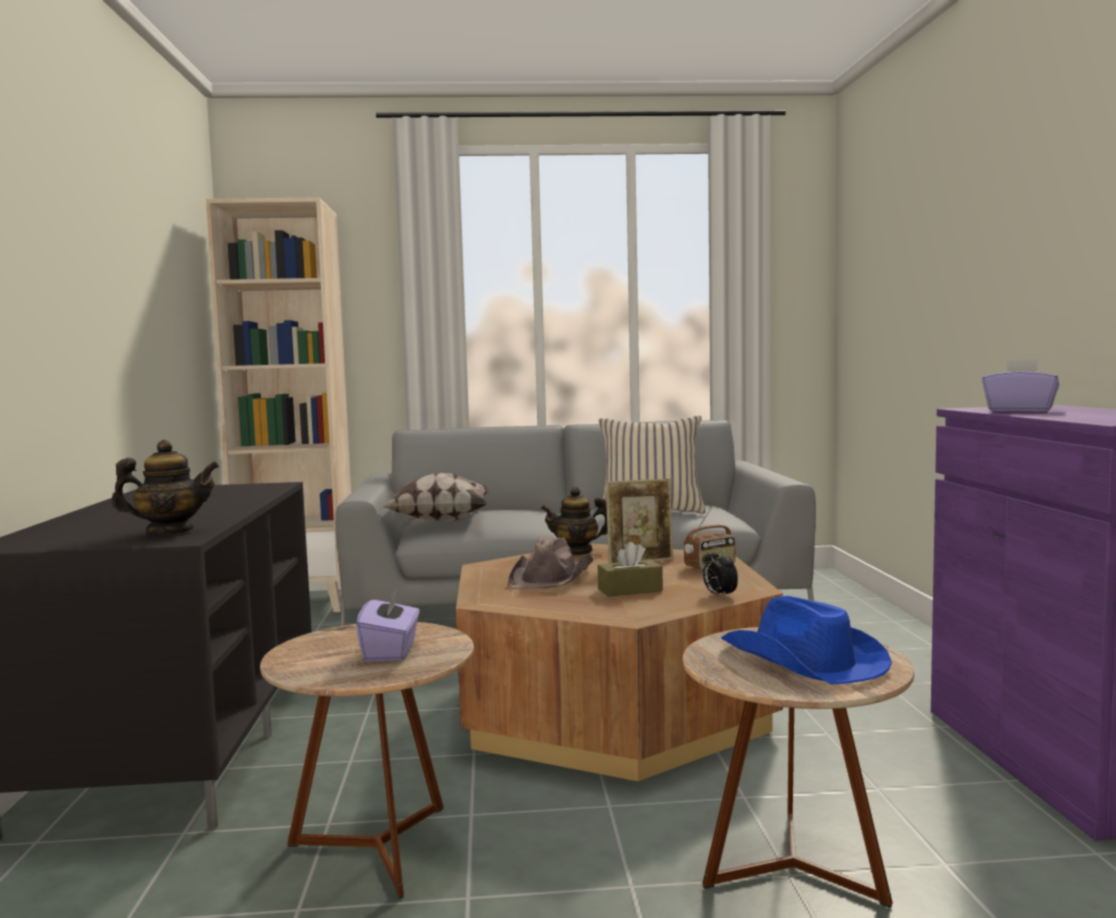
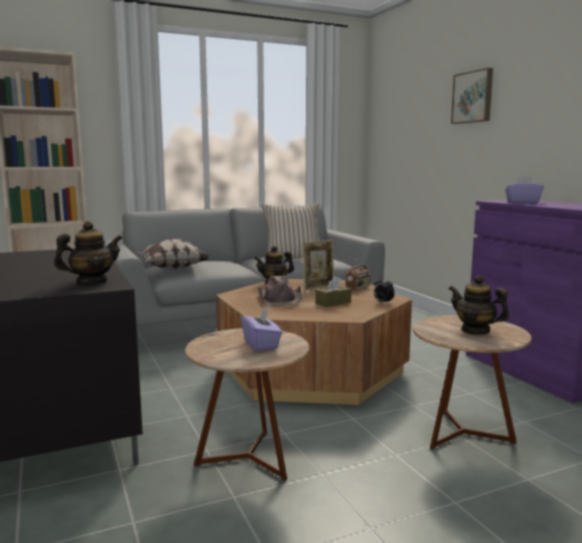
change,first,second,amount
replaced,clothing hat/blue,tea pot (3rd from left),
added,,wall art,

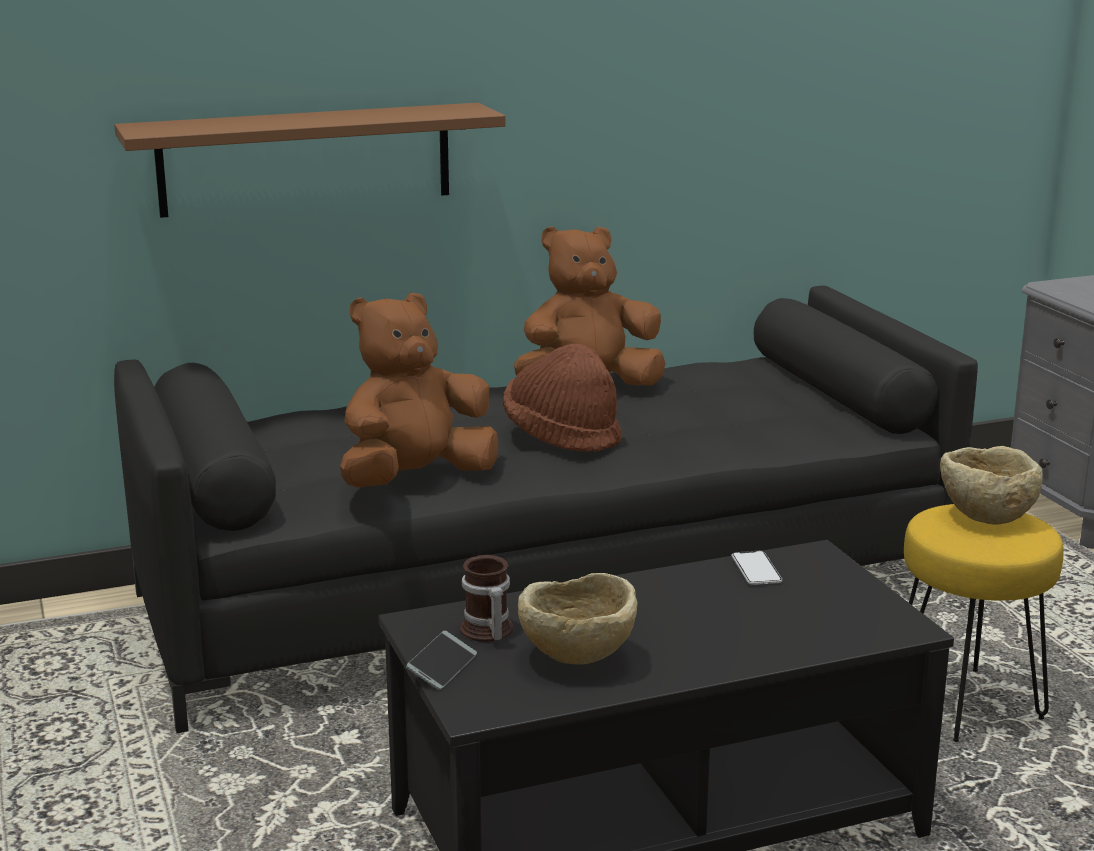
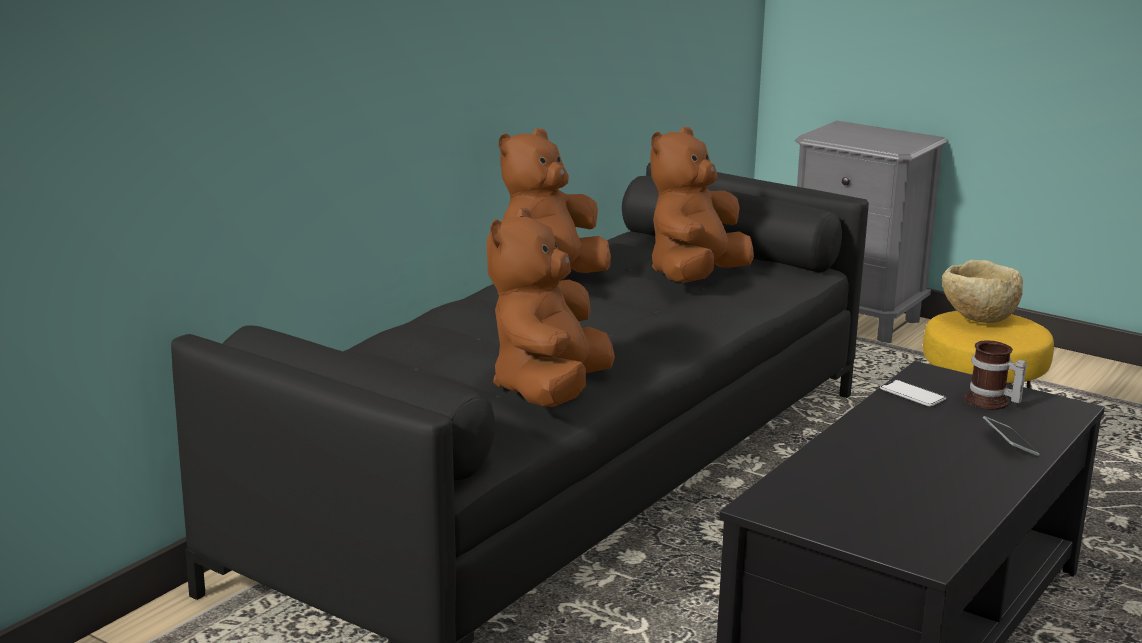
change,first,second,amount
added,,plush toy/brown (3rd from left),
moved,coffee mug,,
moved,phone (1st from left in the first image),phone (2nd from left),
removed,shelf/brown,,
removed,clothing hat/brown,,
removed,deep dish/sand-coloured (1st from left),,

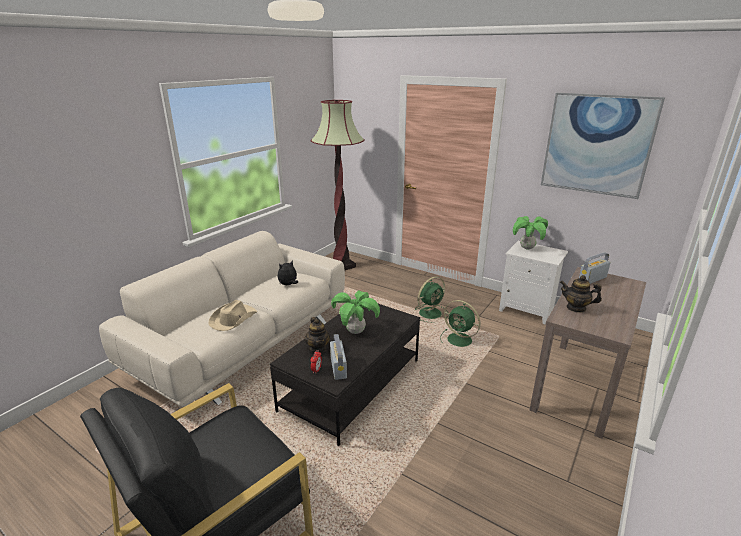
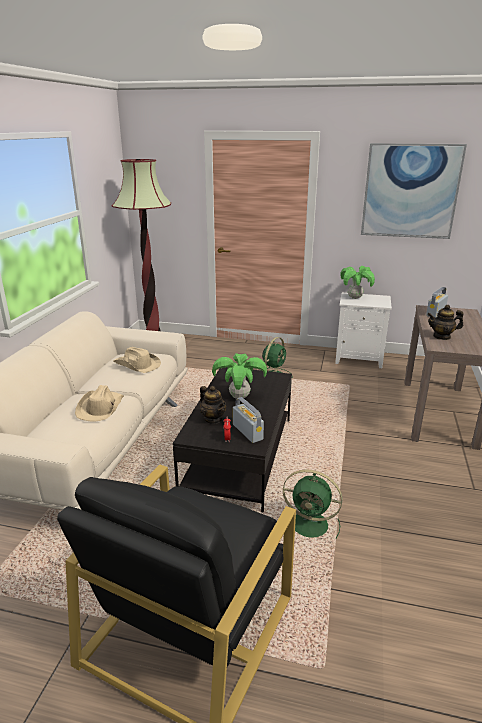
change,first,second,amount
replaced,plush toy,clothing hat/sand-coloured (2nd from left),
moved,fan/greenish (2nd from left),,

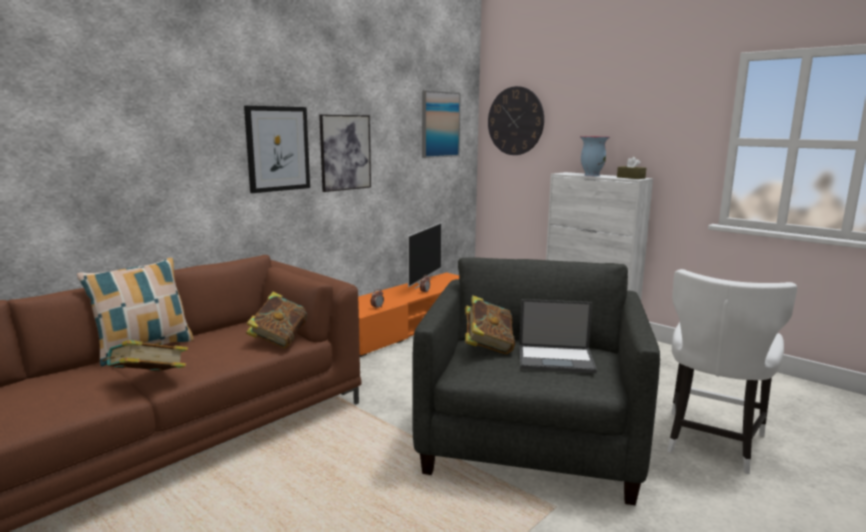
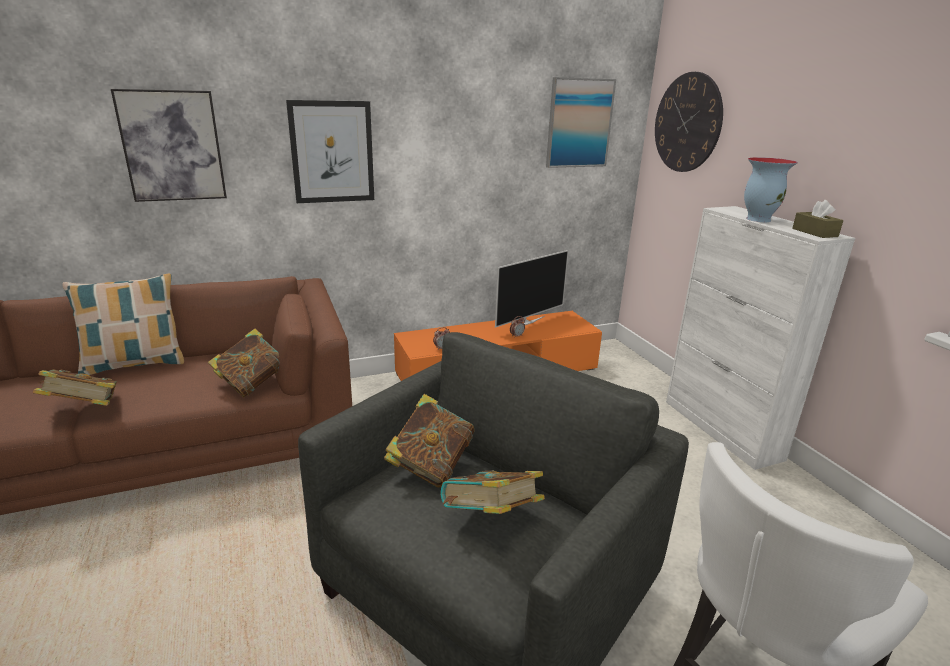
change,first,second,amount
moved,wall art (2nd from left in the first image),wall art (1st from left),
replaced,notebook computer,bound book (4th from left),

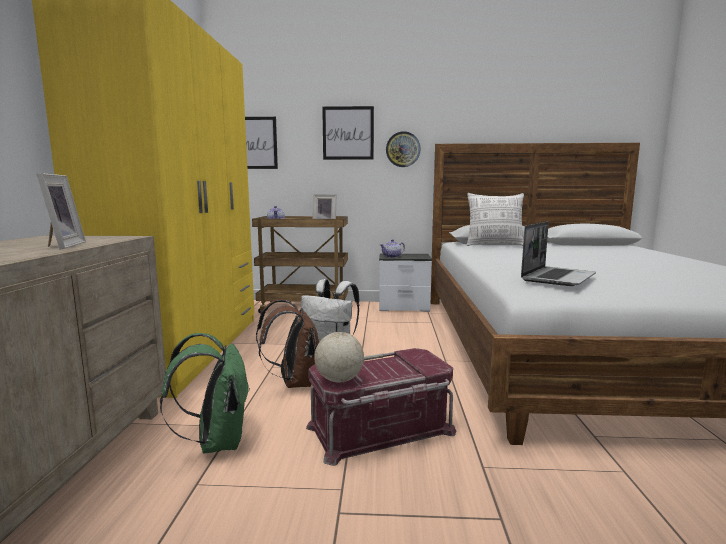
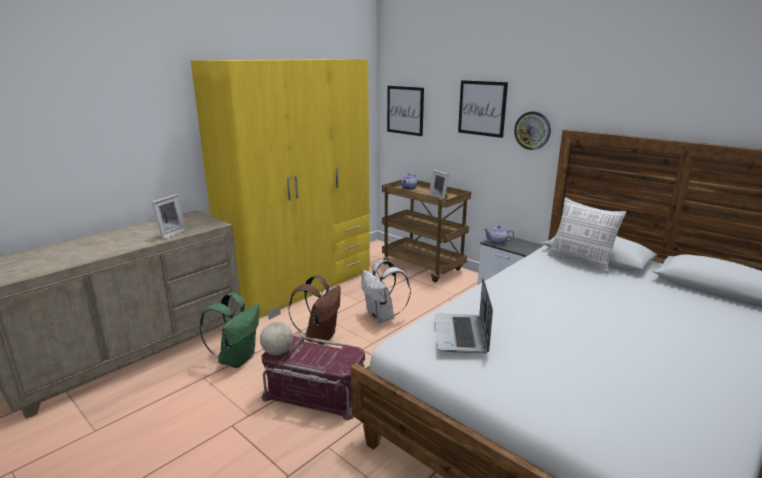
change,first,second,amount
turned,notebook computer,,105 degrees clockwise

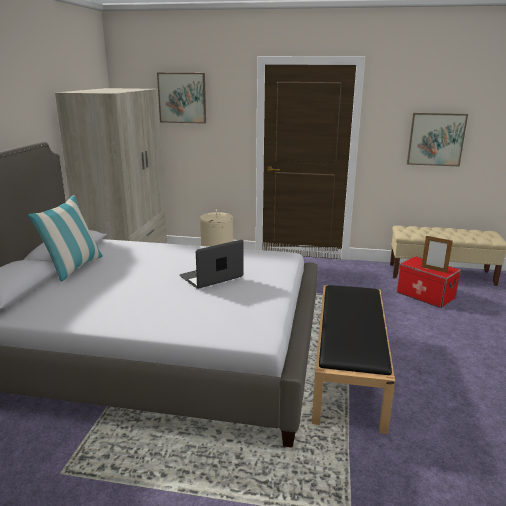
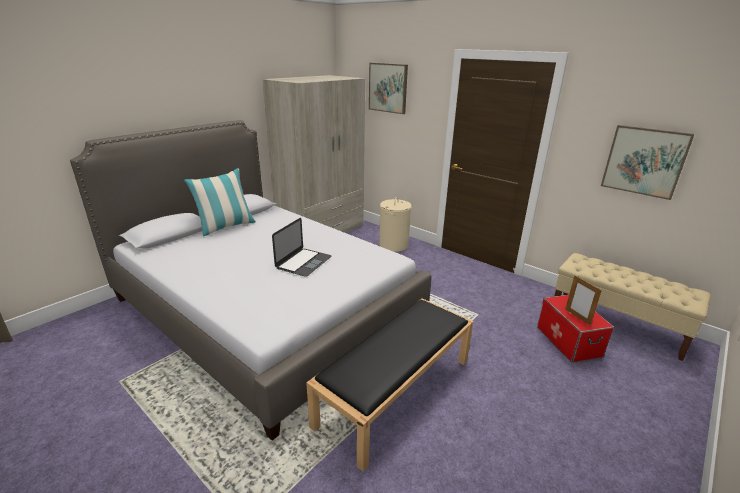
change,first,second,amount
turned,notebook computer,,120 degrees clockwise

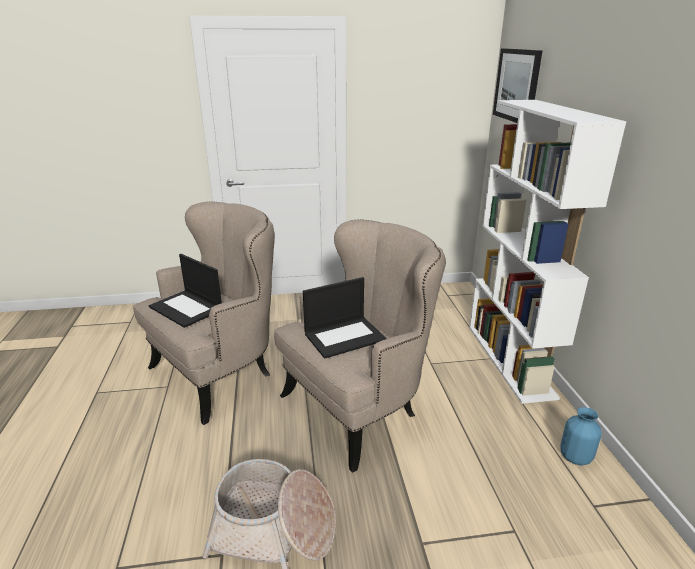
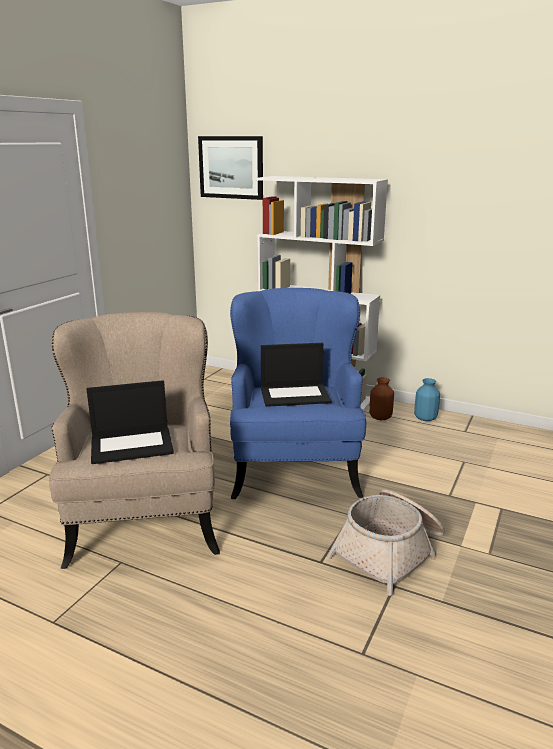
change,first,second,amount
recoloured,easy chair/sand-coloured (2nd from left),easy chair/blue,
turned,notebook computer (2nd from left),,75 degrees clockwise
added,,flower vase/brown,

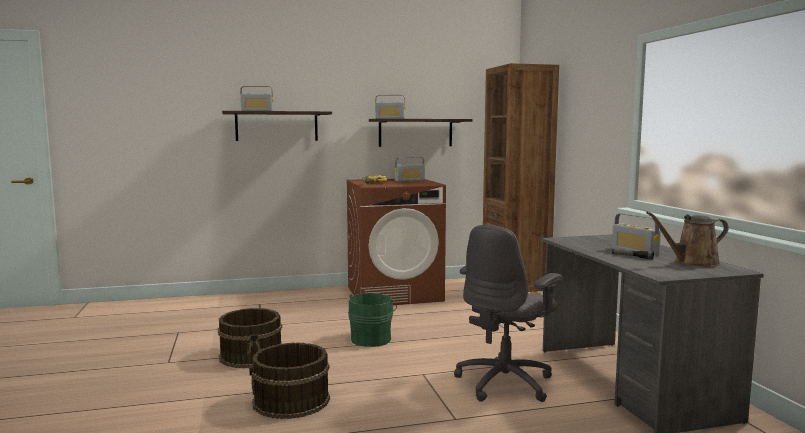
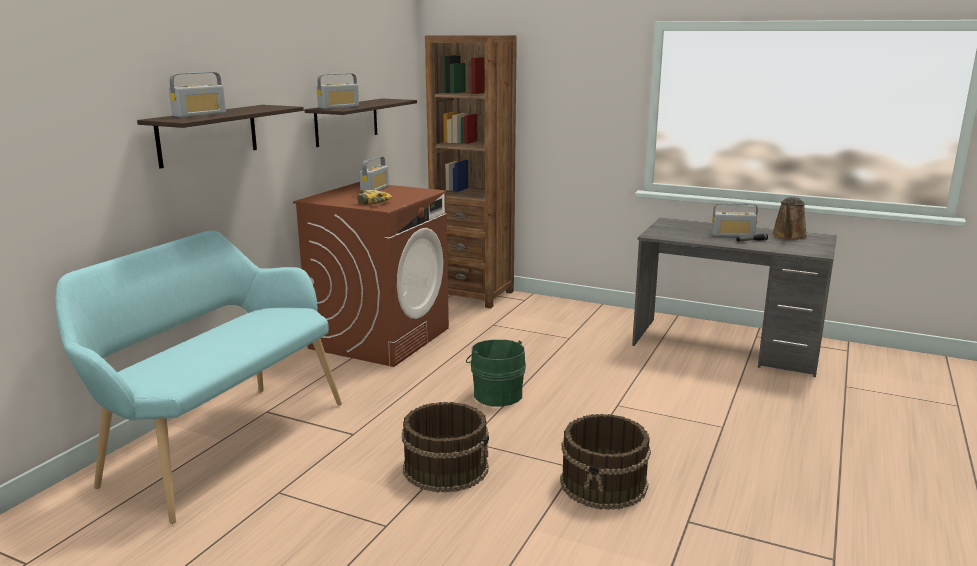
change,first,second,amount
added,,bench/turquoise,
removed,desk chair/gray,,

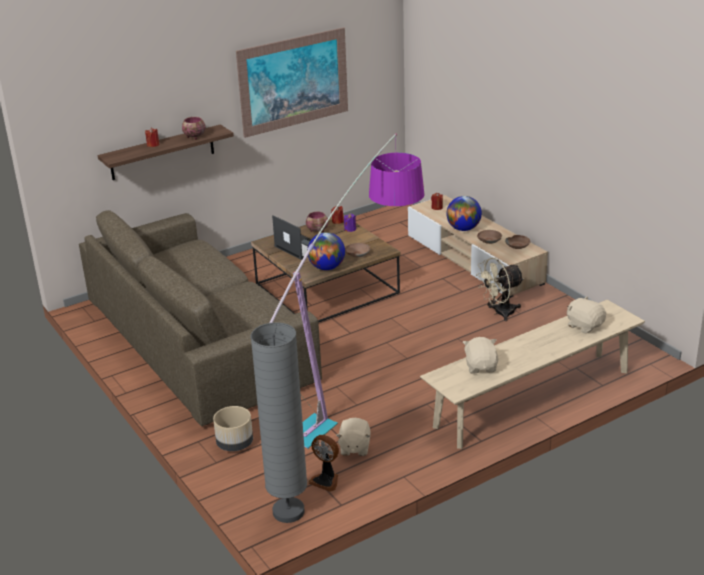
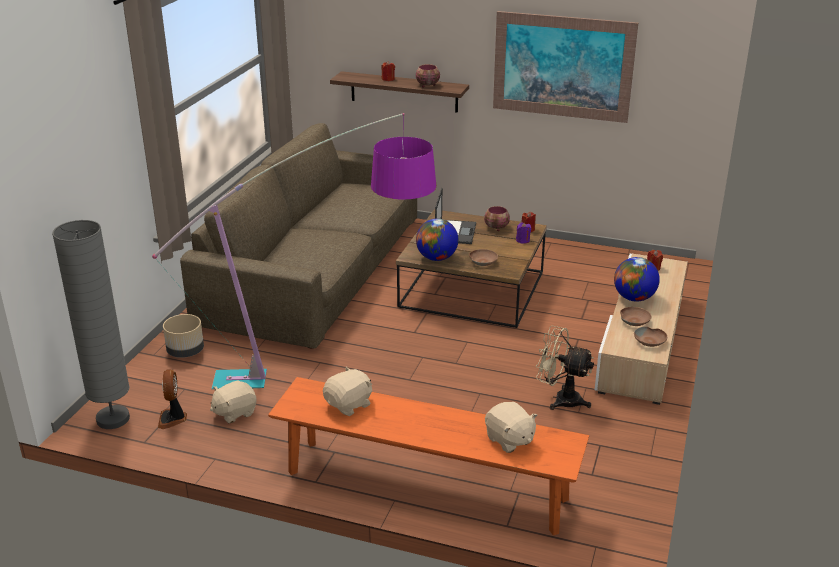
change,first,second,amount
recoloured,bench/sand-coloured,bench/orange,
turned,plush toy/sand-coloured (3rd from left),,135 degrees clockwise

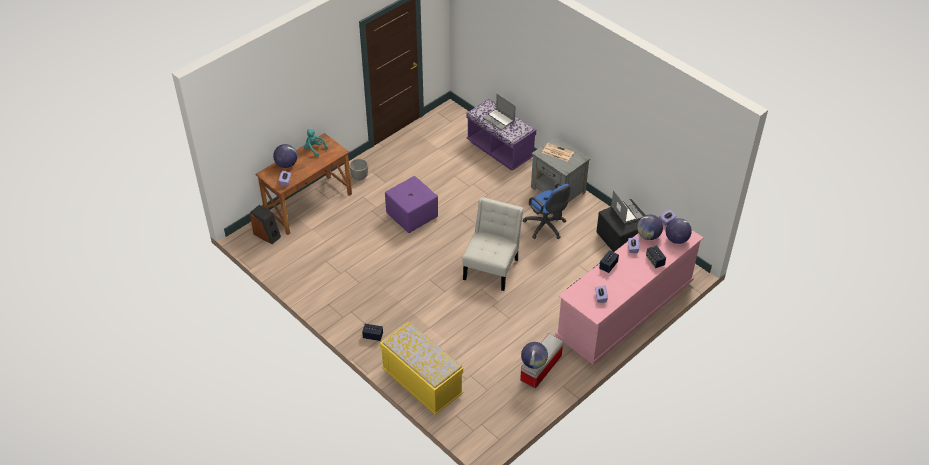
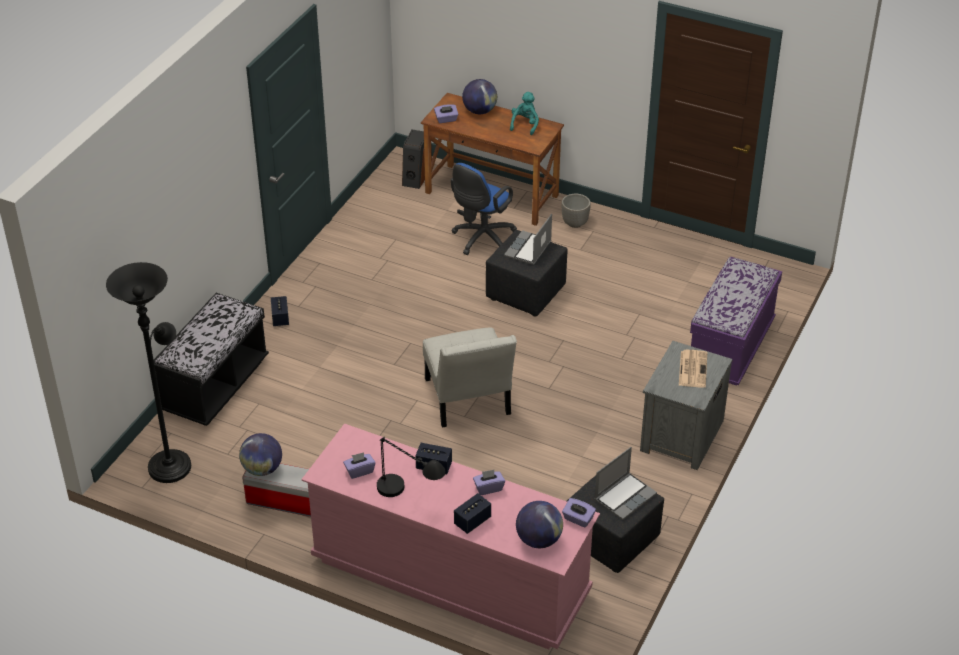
change,first,second,amount
added,,floor lamp/black-coloured,
recoloured,bench/yellowish,bench/black-coloured,
added,,tabletop lamp/black-coloured,
turned,upright chair/white-coloured,,75 degrees clockwise
moved,desk chair/blue,,
recoloured,pouffe/purplish,pouffe/black-coloured (1st from left),
moved,notebook computer (1st from left),,
removed,globe (3rd from left),,

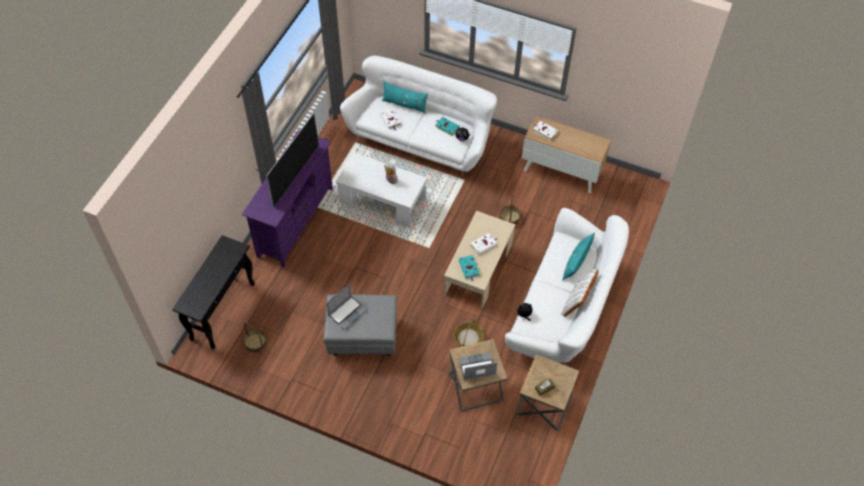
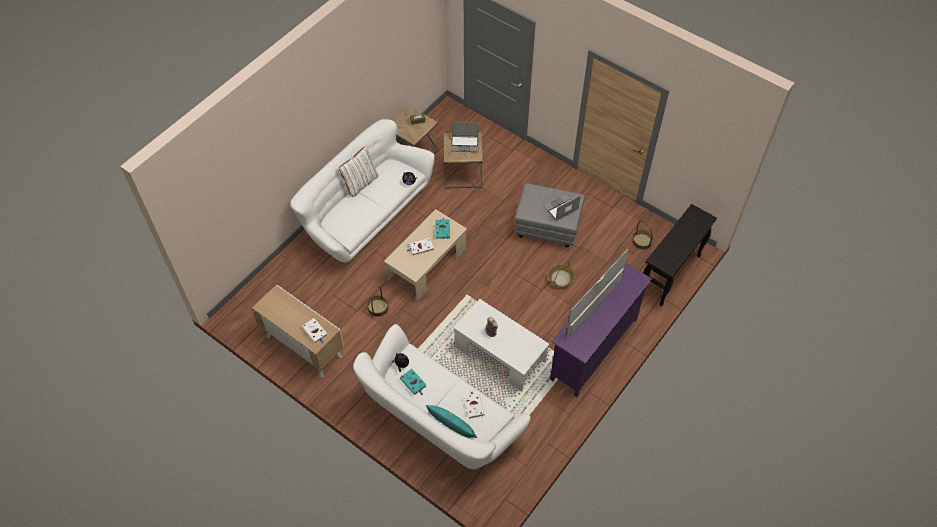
change,first,second,amount
moved,storage basket (2nd from left),,
removed,throw pillow/turquoise (2nd from left),,

